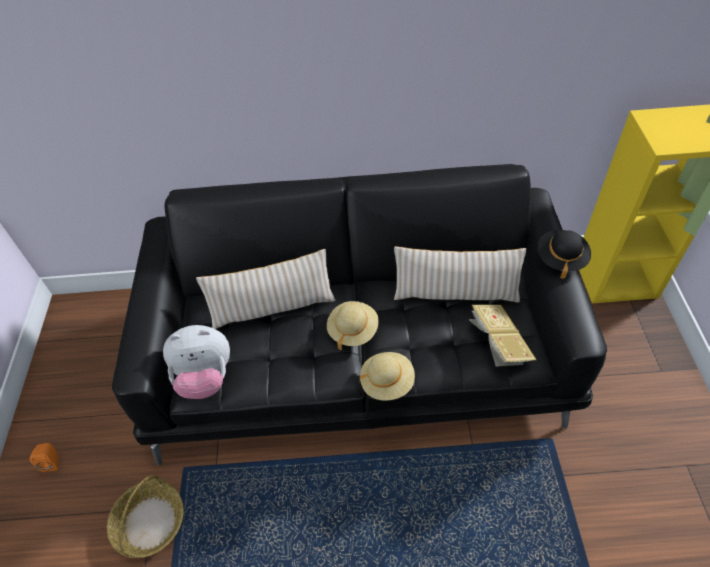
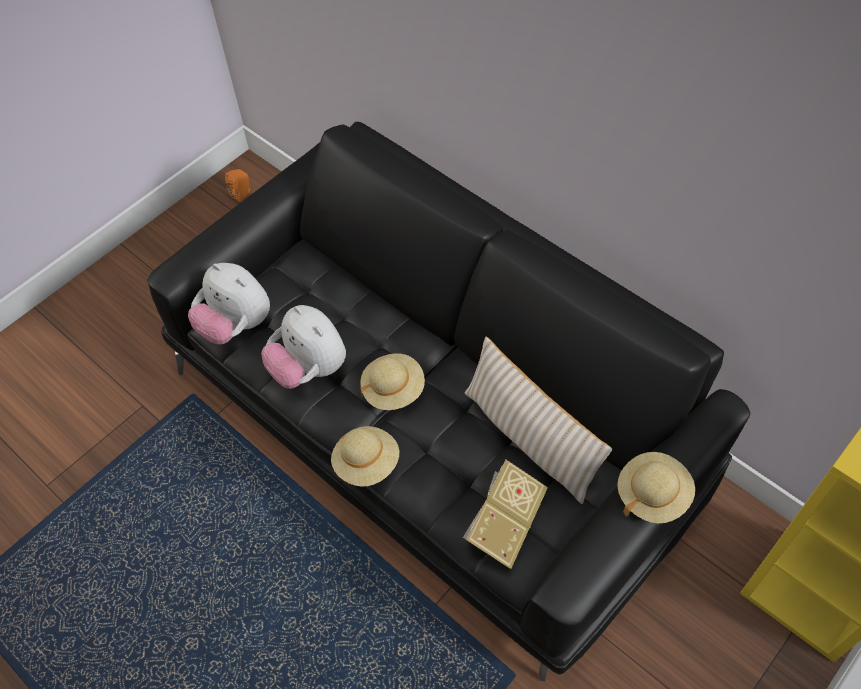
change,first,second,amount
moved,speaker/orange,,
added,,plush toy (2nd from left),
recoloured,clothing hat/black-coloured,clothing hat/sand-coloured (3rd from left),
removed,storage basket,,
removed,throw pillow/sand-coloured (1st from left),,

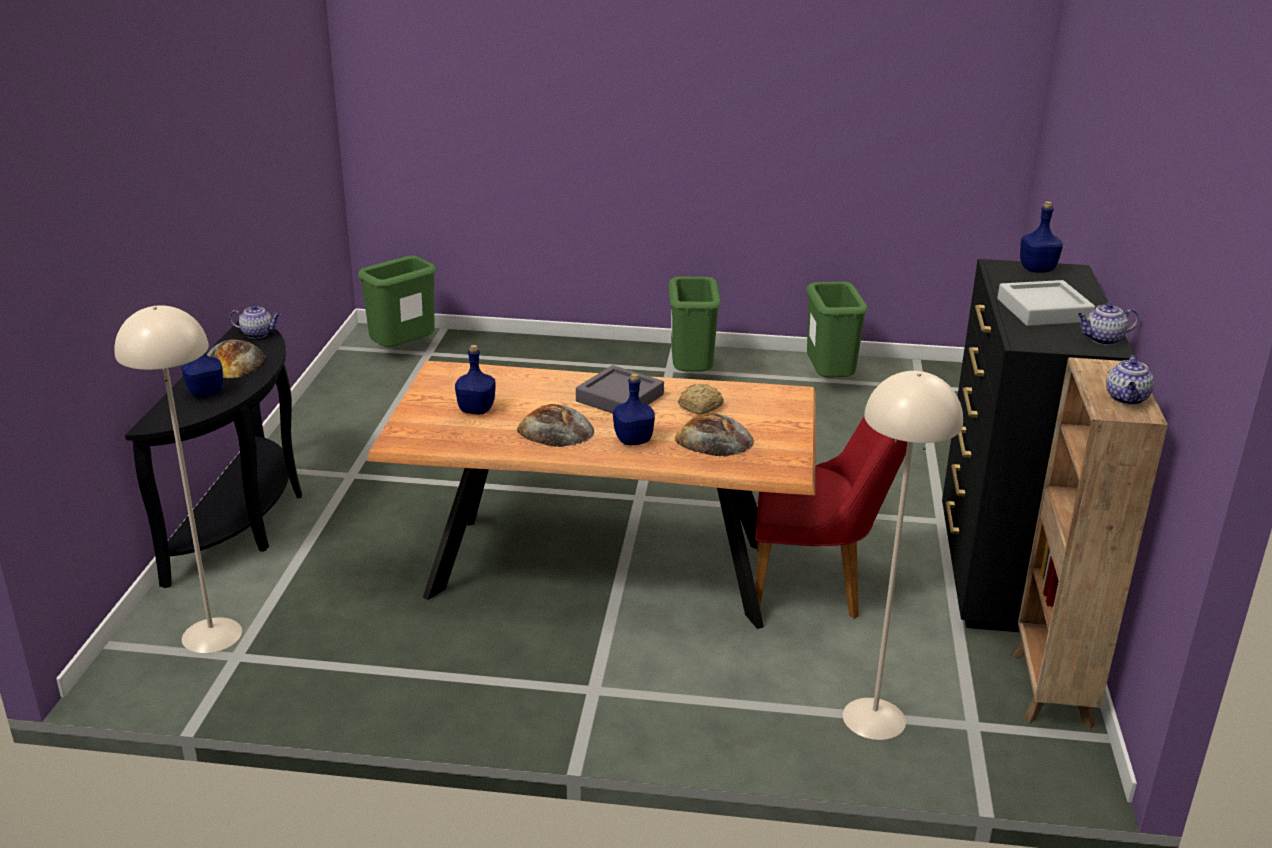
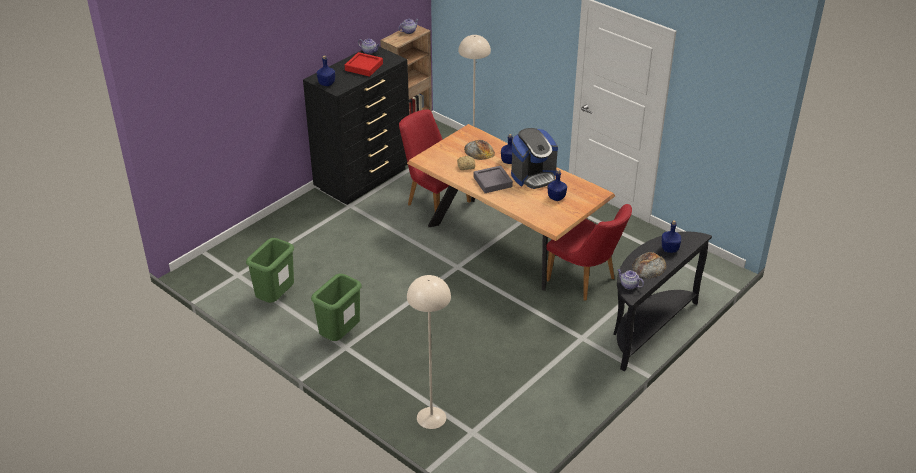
change,first,second,amount
recoloured,carrying tray/gray (2nd from left),carrying tray/red,
moved,floor lamp/sand-coloured (1st from left),,
replaced,bread (2nd from left),coffee maker,
added,,upright chair/red (2nd from left),
removed,rubbish bin/greenish (1st from left),,

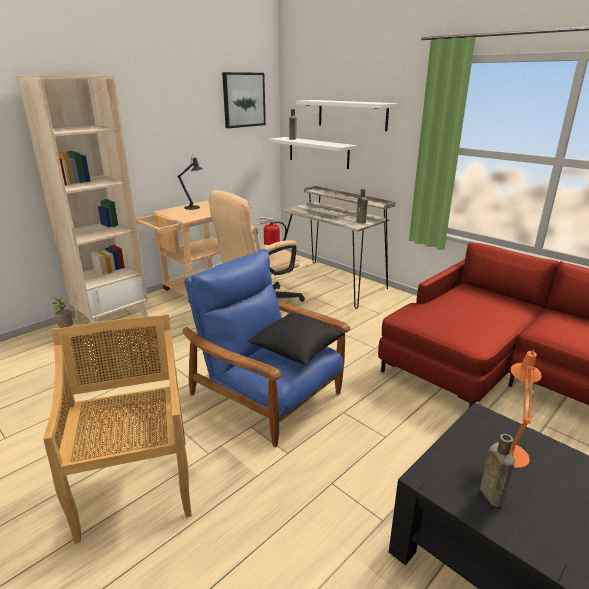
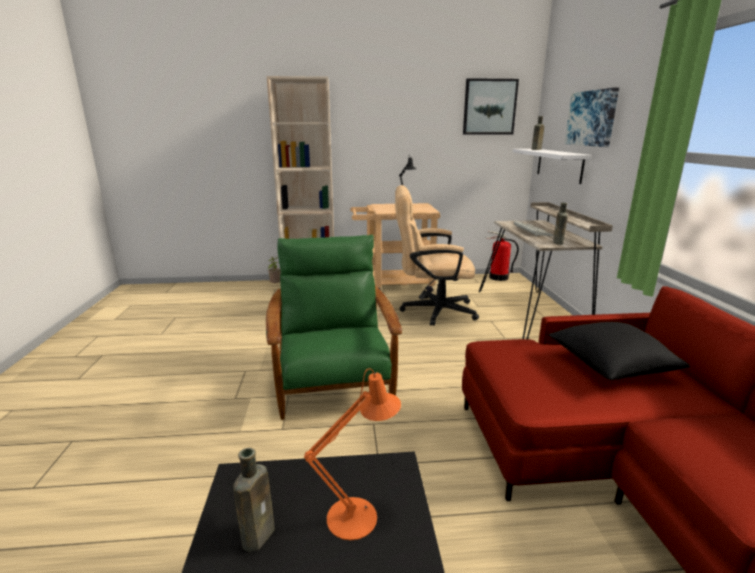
change,first,second,amount
recoloured,easy chair/blue,easy chair/greenish,
moved,throw pillow/black-coloured,,
replaced,shelf/white-coloured (2nd from left),wall art (2nd from left),
removed,upright chair/sand-coloured,,

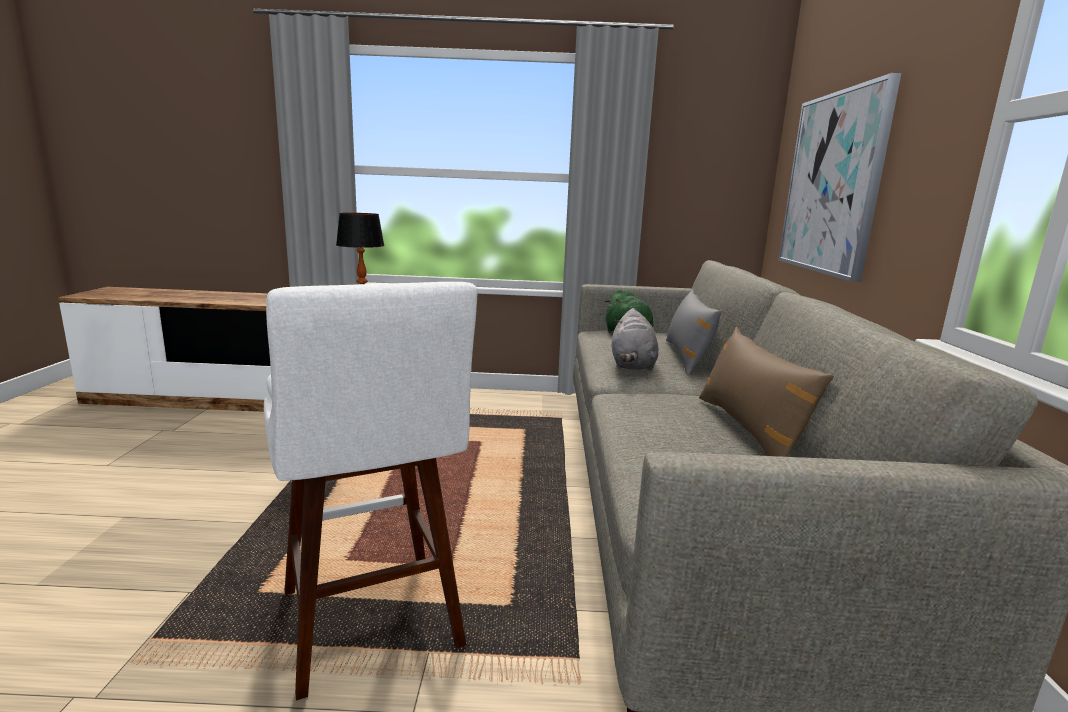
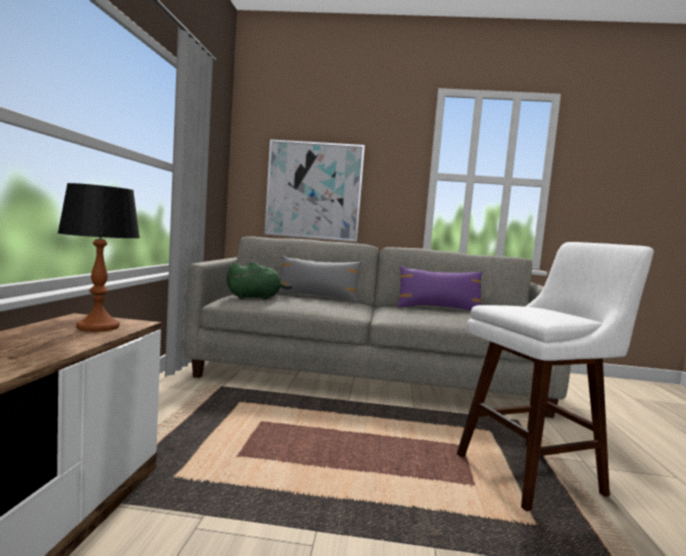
change,first,second,amount
recoloured,throw pillow/brown,throw pillow/purplish,
removed,plush toy/gray,,

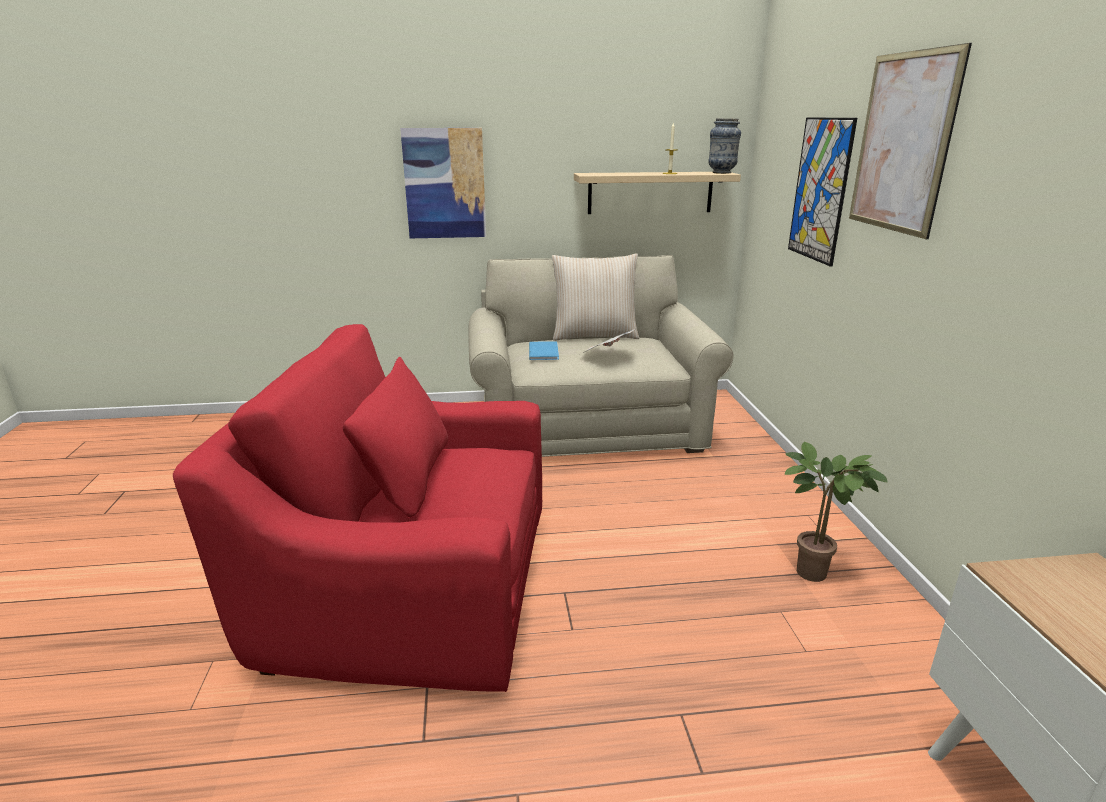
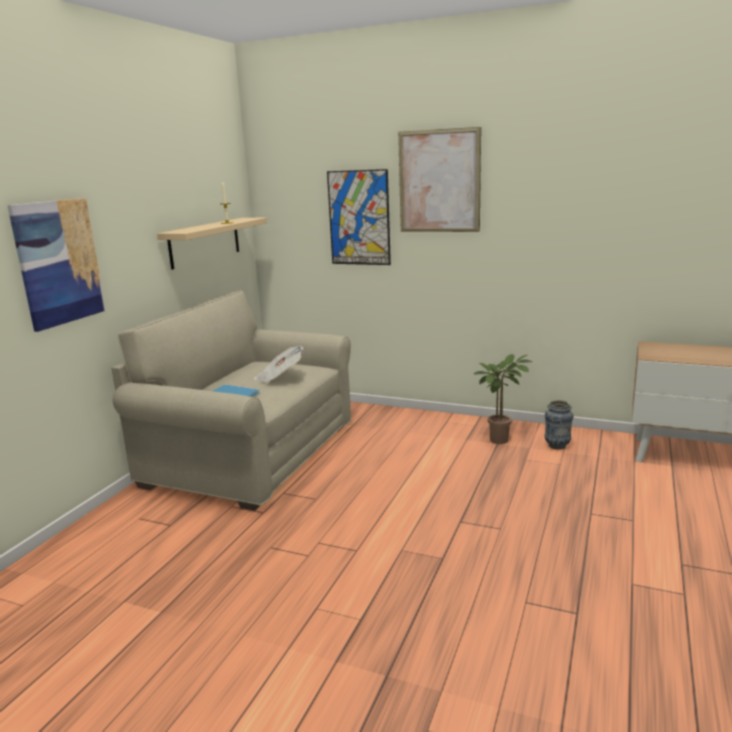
change,first,second,amount
moved,flower vase,,
removed,easy chair/red,,
removed,throw pillow/sand-coloured,,

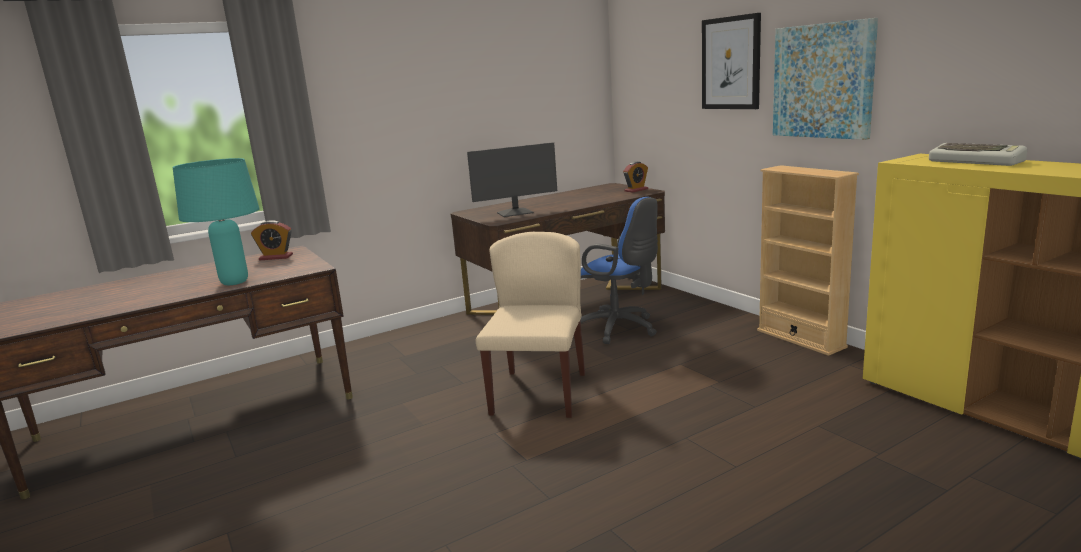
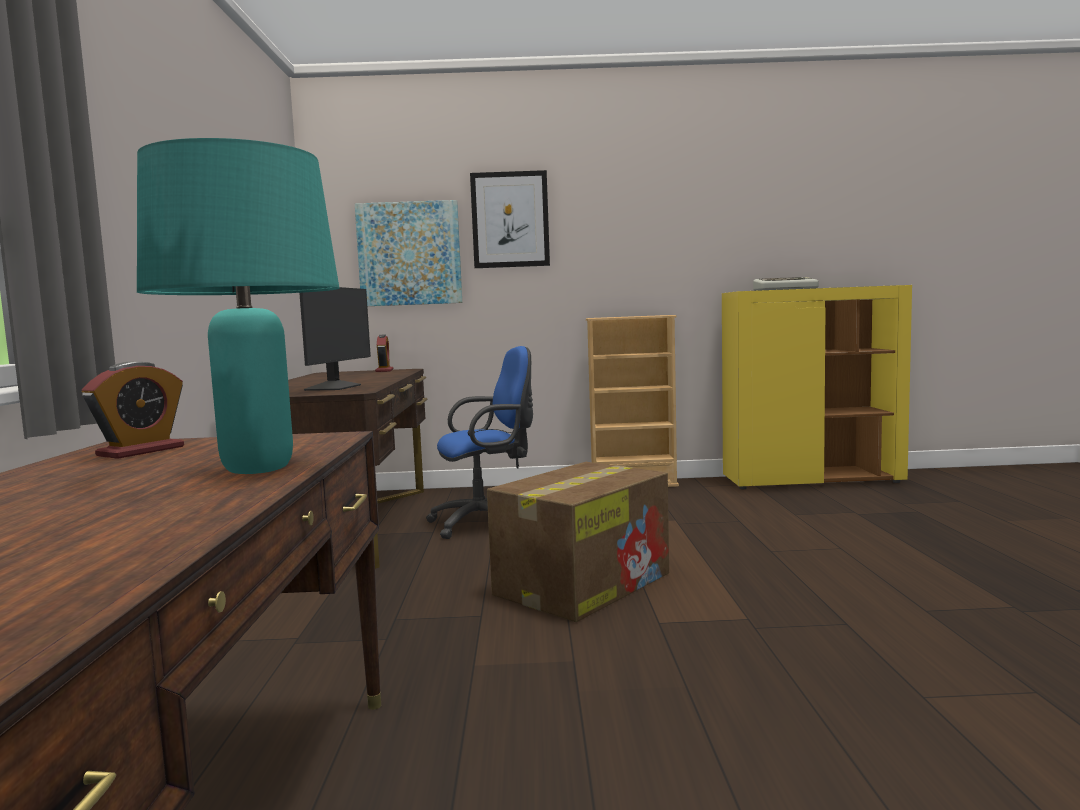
change,first,second,amount
moved,wall art (2nd from left in the first image),wall art (1st from left),
replaced,upright chair/sand-coloured,carton,

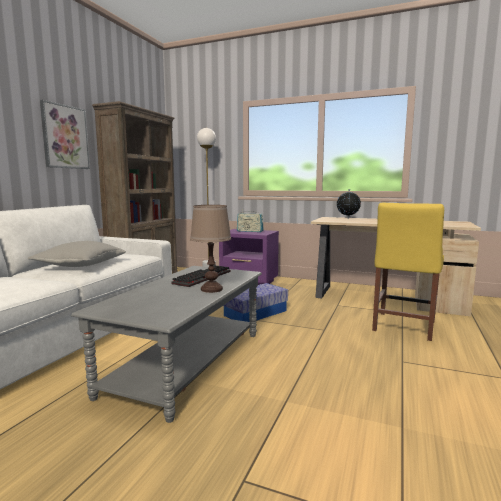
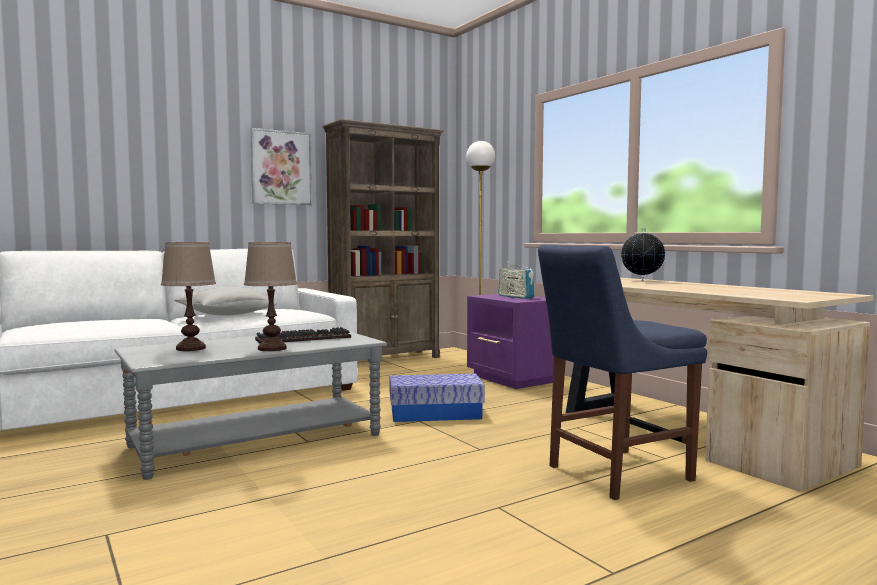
change,first,second,amount
added,,tabletop lamp/brown (1st from left),
recoloured,upright chair/yellowish,upright chair/blue,

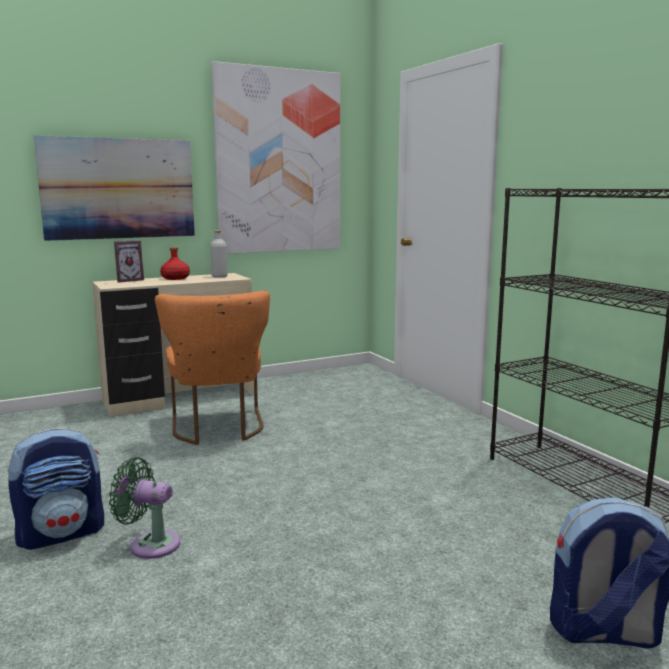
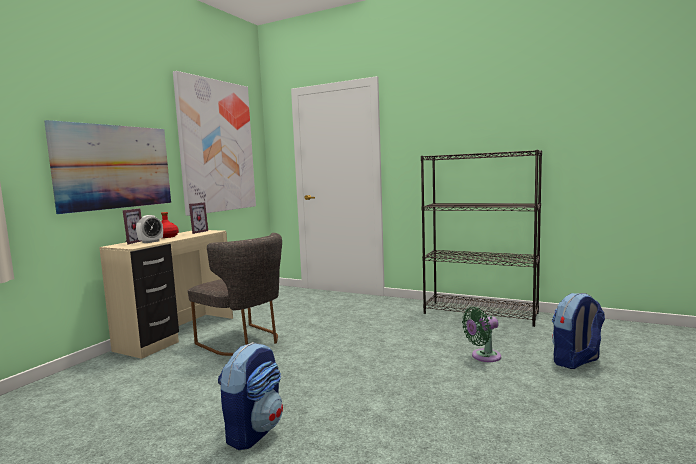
change,first,second,amount
added,,table clock,
recoloured,upright chair/orange,upright chair/gray,
replaced,bottle/gray,photo frame (2nd from left),
moved,fan/greenish,,

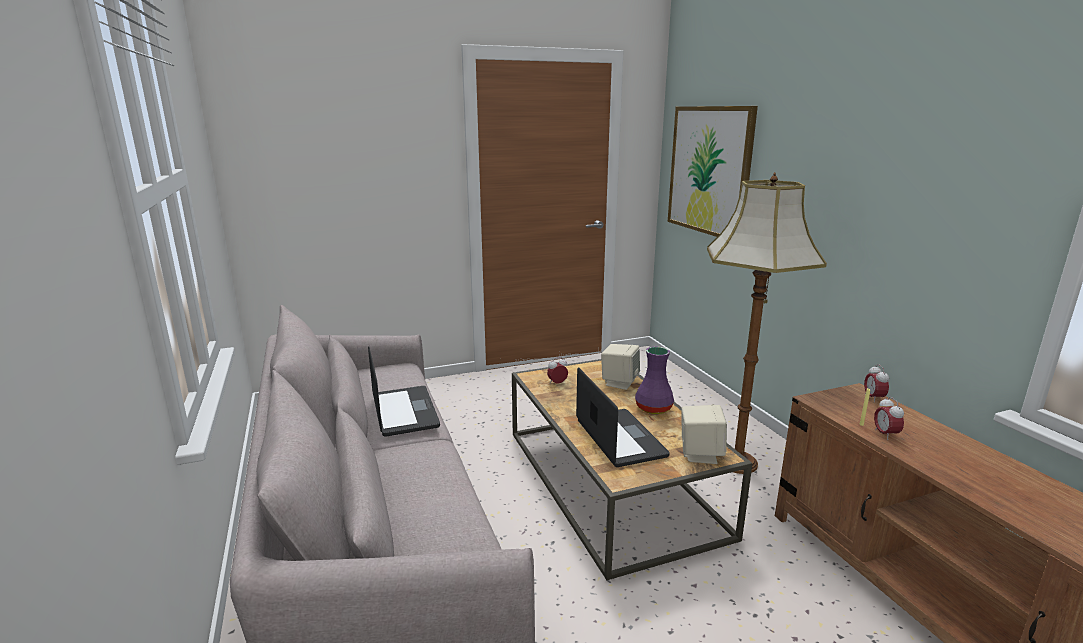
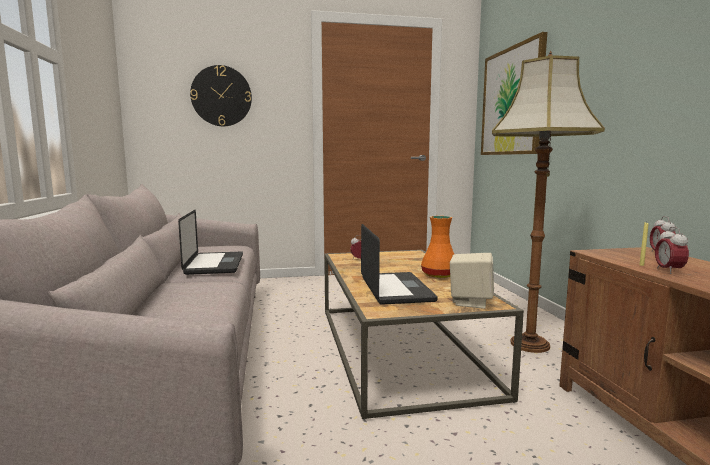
change,first,second,amount
added,,clock on the wall,
recoloured,flower vase/purplish,flower vase/orange,
removed,speaker/sand-coloured (1st from left),,

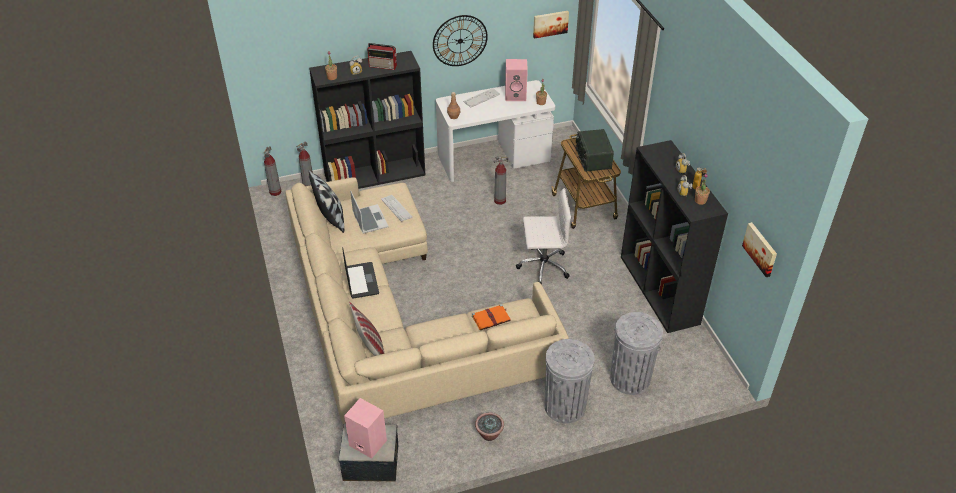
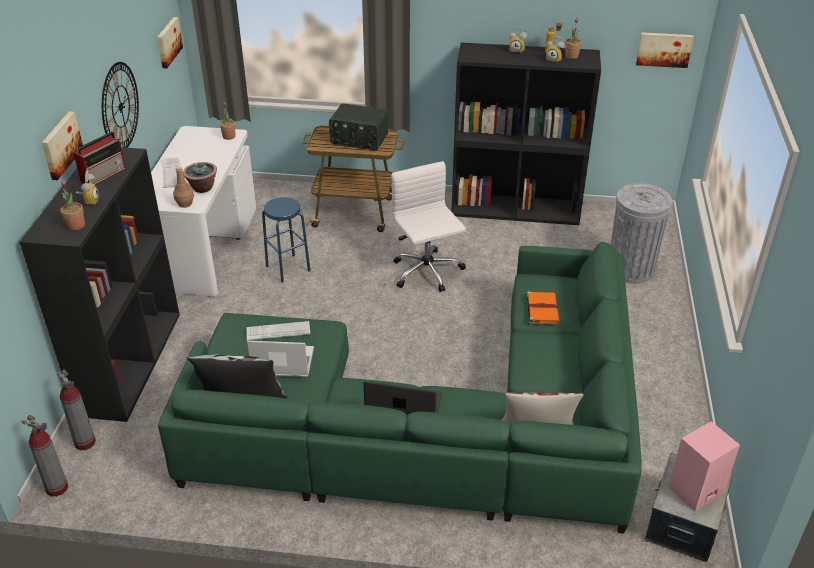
change,first,second,amount
added,,wall art (1st from left),
recoloured,couch/sand-coloured,couch/greenish,
moved,plant in a pot (2nd from left),,
replaced,fire-fighting cylinder (3rd from left),sitting stool/blue,
turned,desk chair/white-coloured,,45 degrees counterclockwise
removed,speaker/pinkish (2nd from left),,
removed,rubbish bin/gray (1st from left),,

